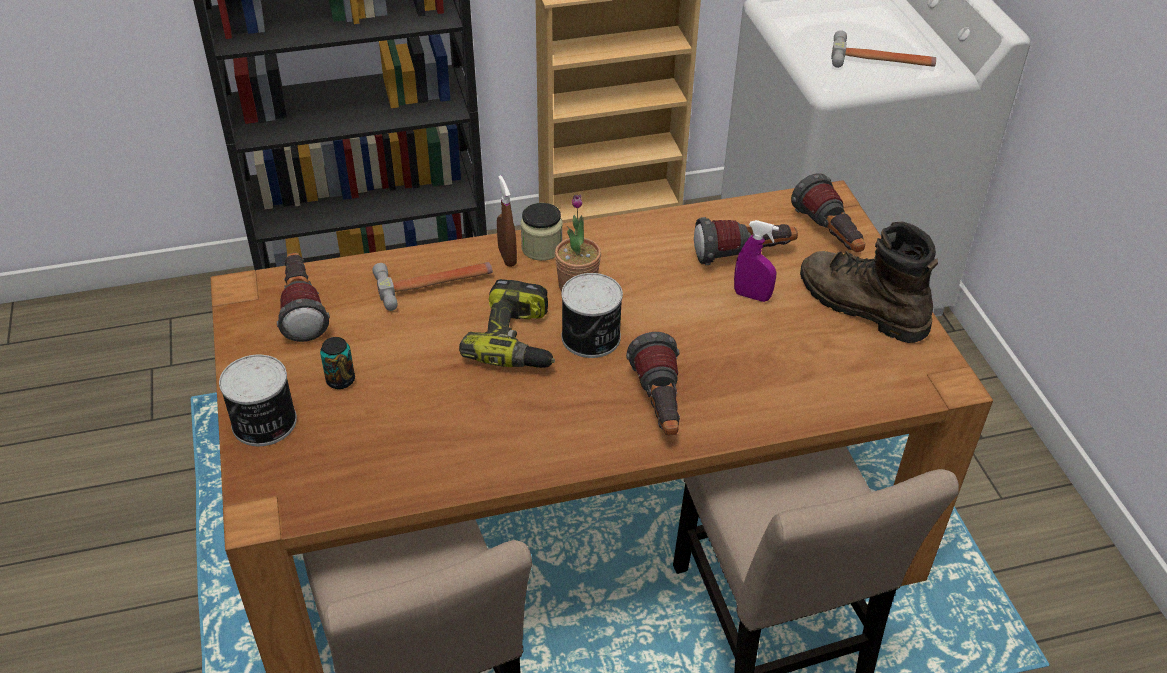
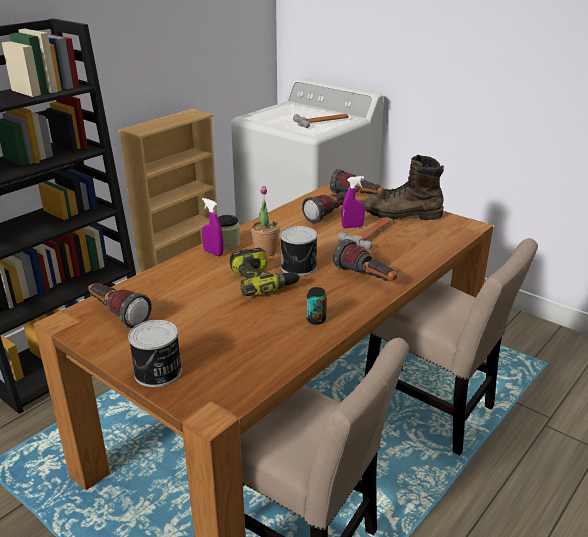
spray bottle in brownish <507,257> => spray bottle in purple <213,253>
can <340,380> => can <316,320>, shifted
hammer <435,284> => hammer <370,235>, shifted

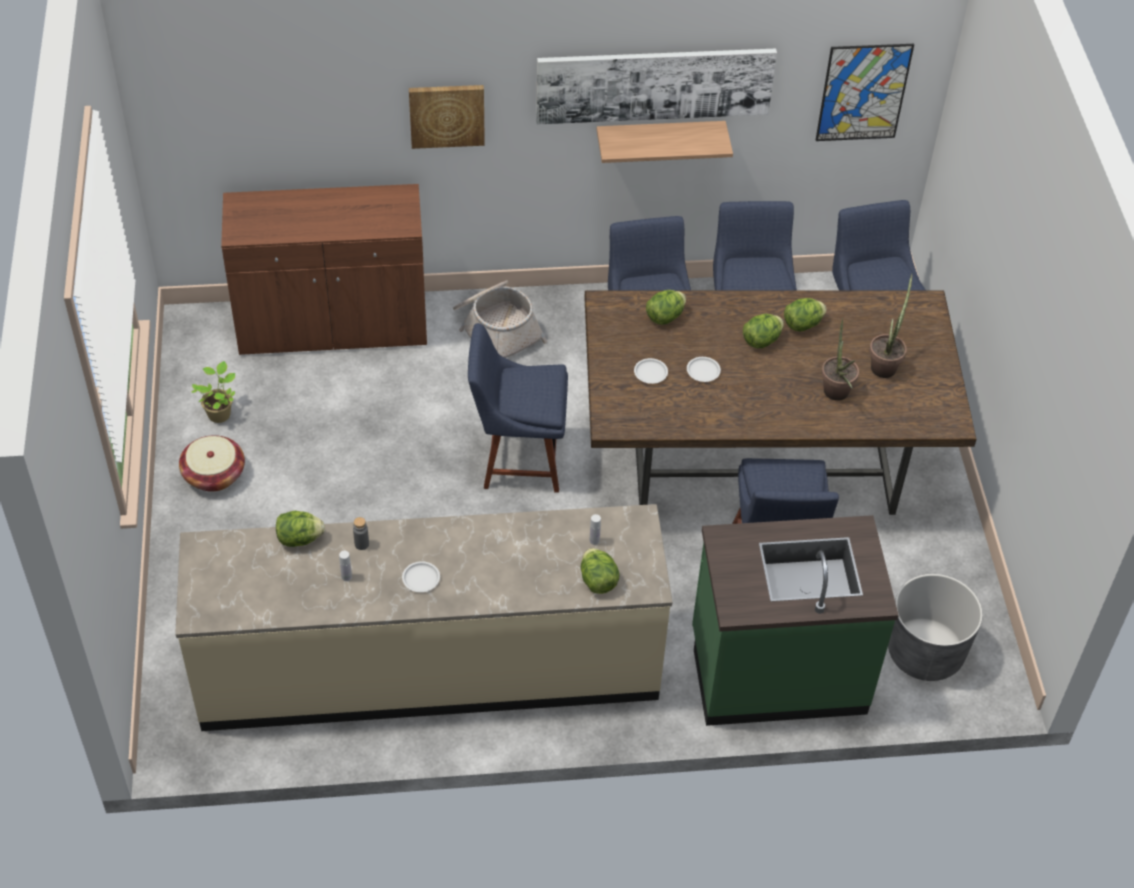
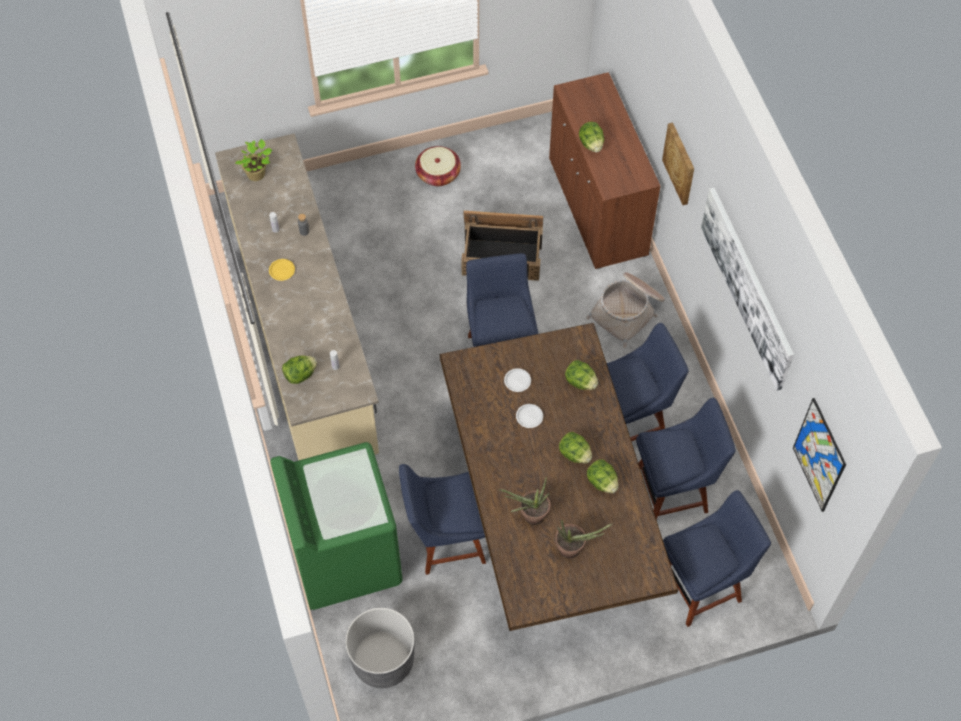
houseplant <220,413> => houseplant <257,174>, shifted
plate in whitish <421,578> => plate in yellow-coloured <282,271>
counter in greenish <777,672> => laundry appliance in greenish <344,556>
nothing => shipping crate <502,252>
lettuce head <299,539> => lettuce head <591,144>, shifted
bracket shelf <659,139> => nothing

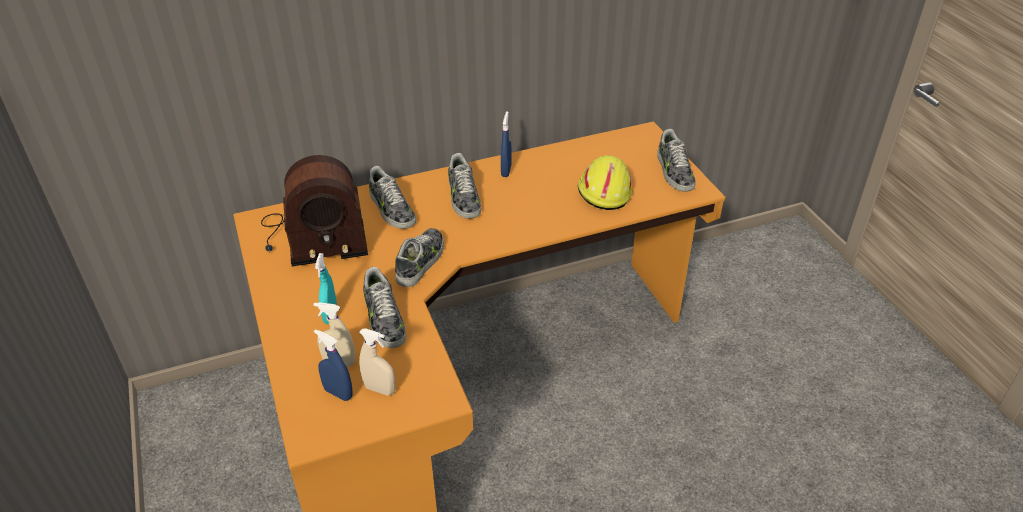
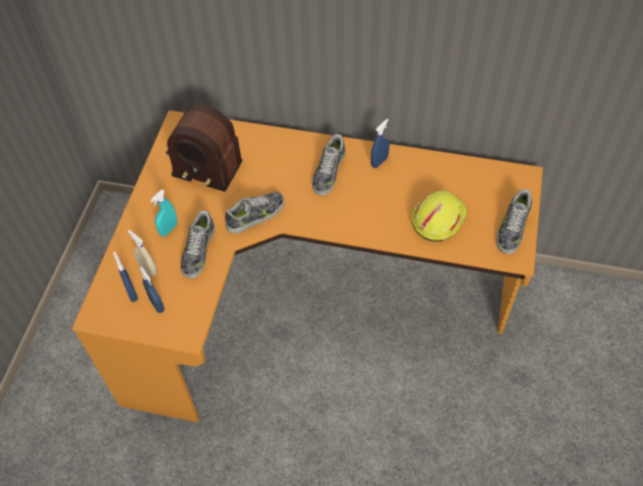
spray bottle in beige <380,389> => spray bottle in blue <157,304>
low shoe <391,209> => nothing

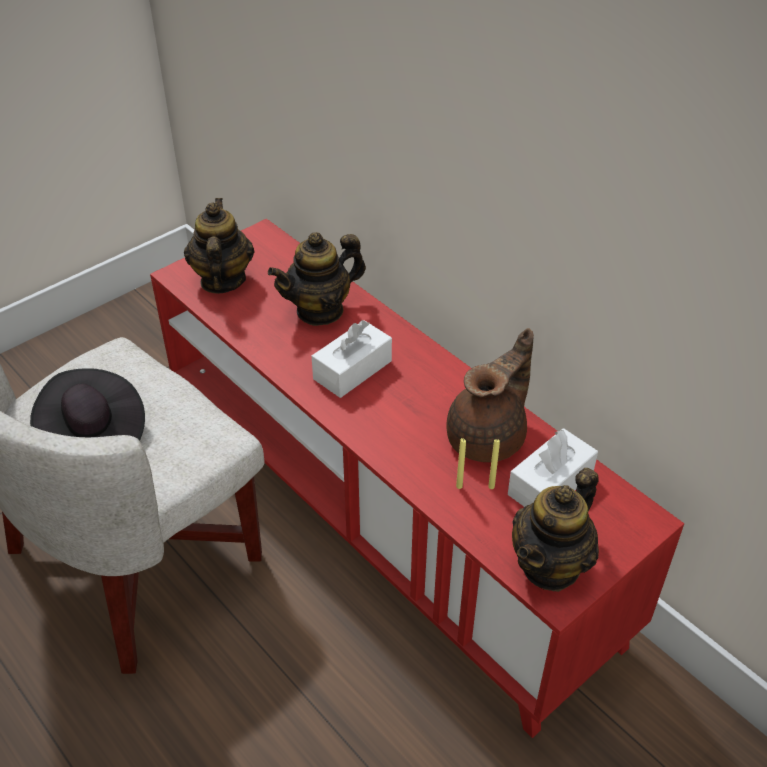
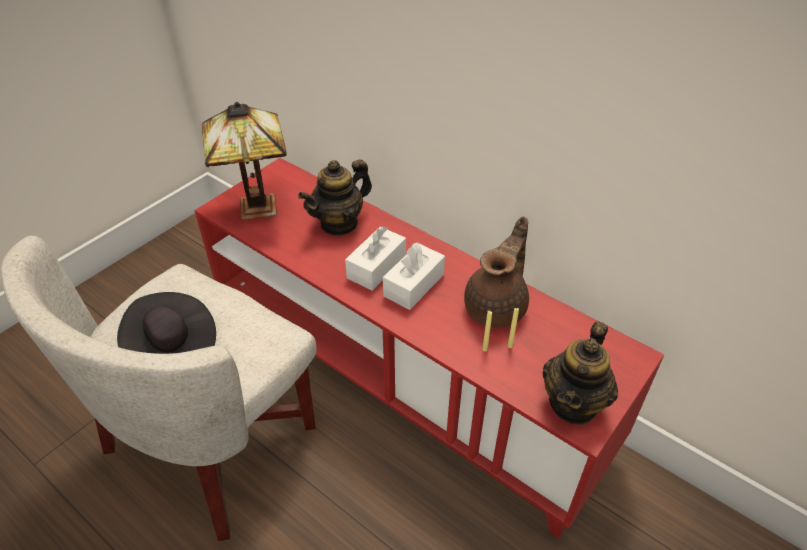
tea pot <222,280> => tabletop lamp <255,209>
tissue holder in whitish <550,484> => tissue holder in whitish <414,285>, shifted

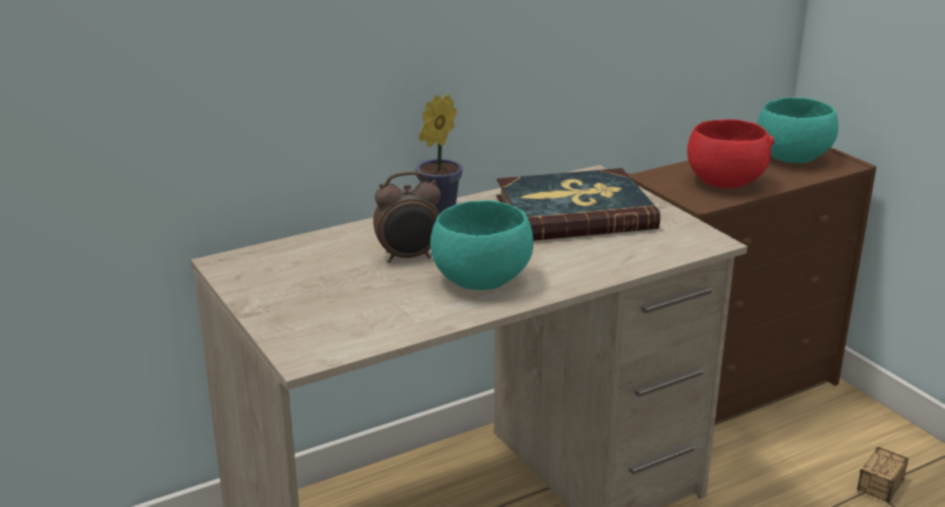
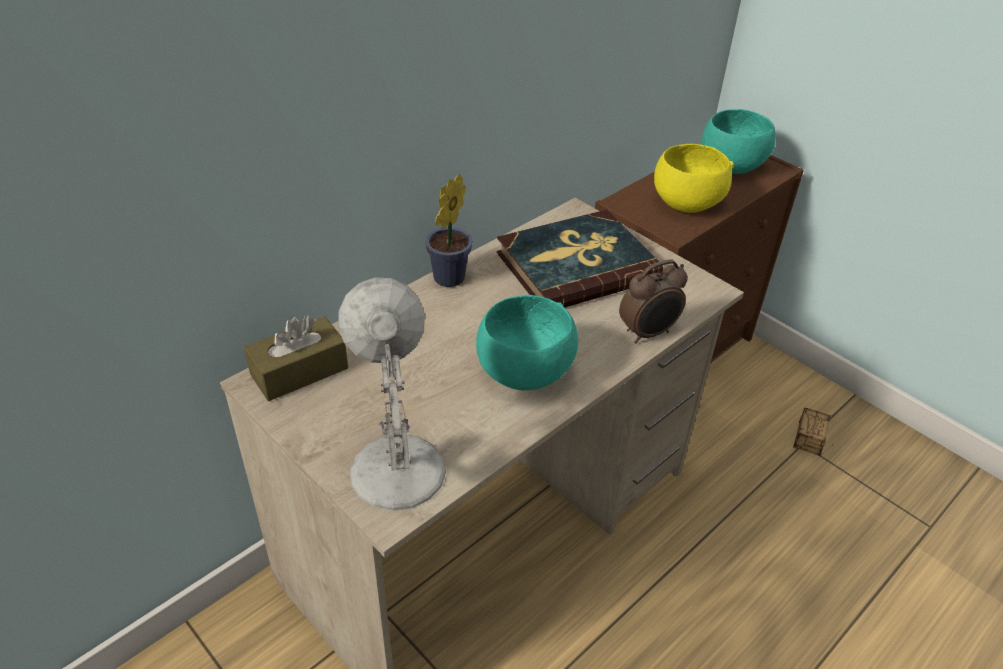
nothing => tissue holder in brownish <299,371>
nothing => tabletop lamp in whitish <396,467>
bedside clock <409,257> => bedside clock <648,333>, shifted
deep dish in red-coloured <723,183> => deep dish in yellow-coloured <685,204>

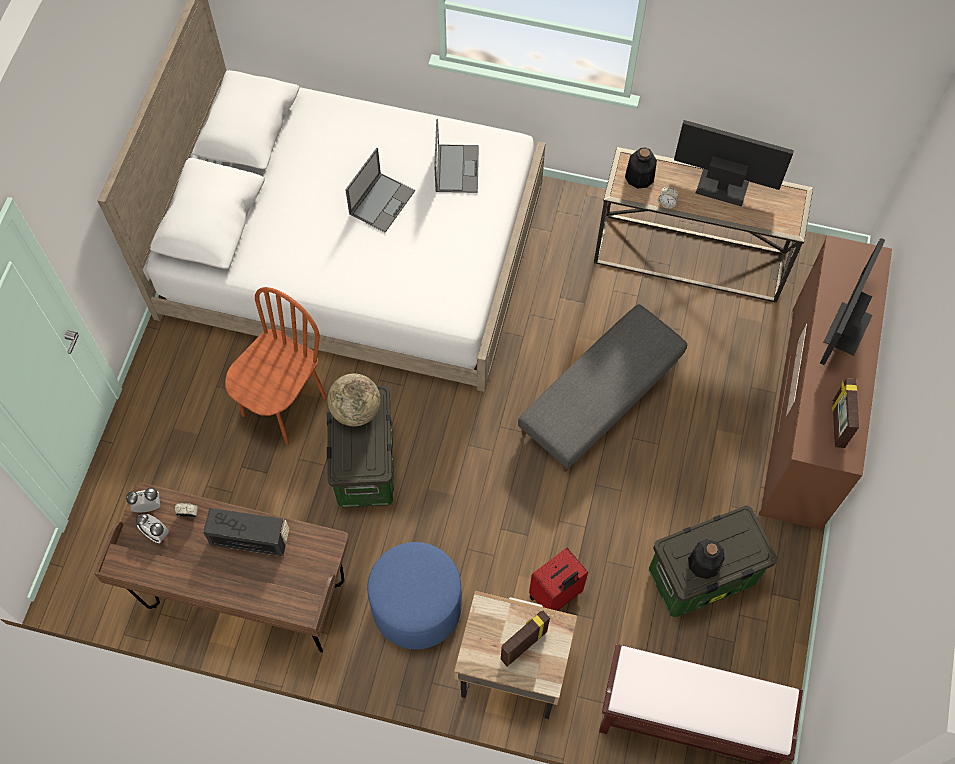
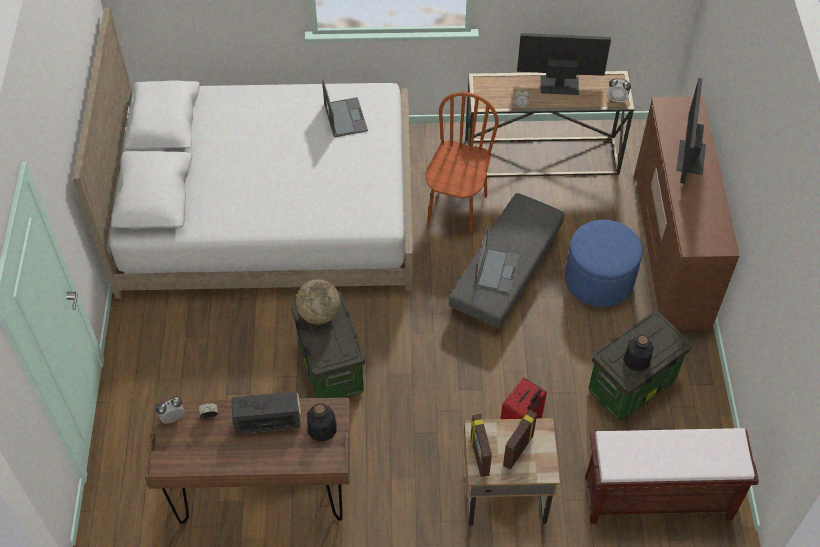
bottle <639,177> => bottle <322,429>, shifted
upright chair in brownish <283,405> => upright chair in brownish <456,209>, shifted
picture frame <837,424> => picture frame <479,456>, shifted
portable computer <382,202> => portable computer <497,270>, shifted
footrest in blue <417,606> => footrest in blue <599,280>, shifted
bedside clock <156,533> => bedside clock <617,99>, shifted

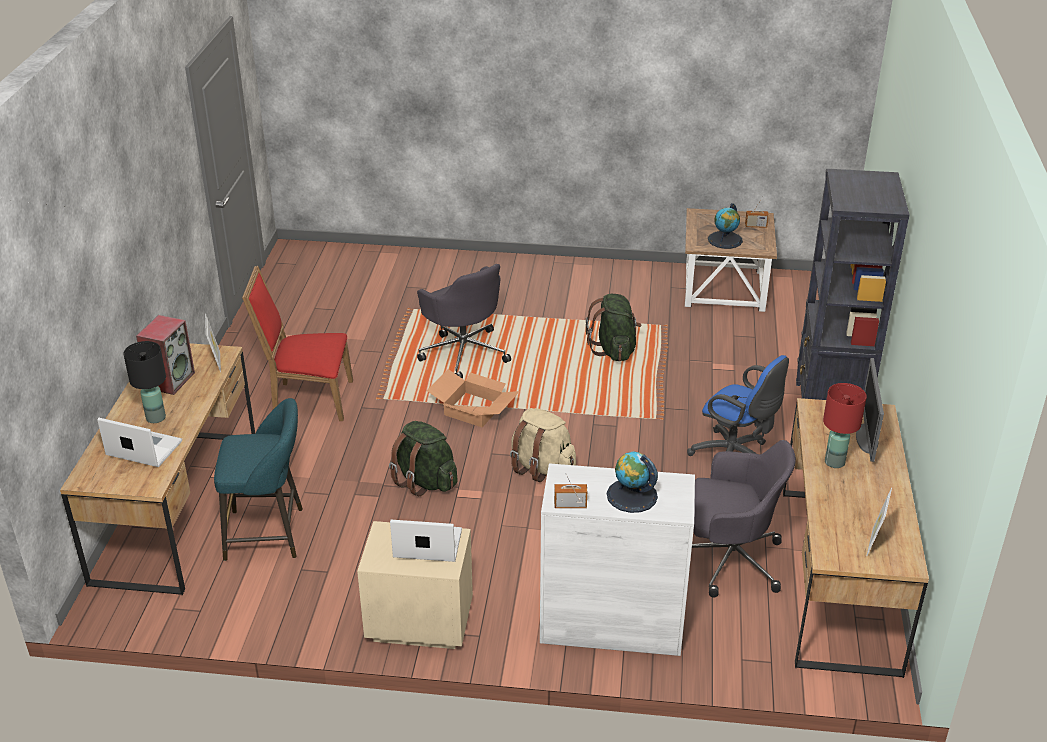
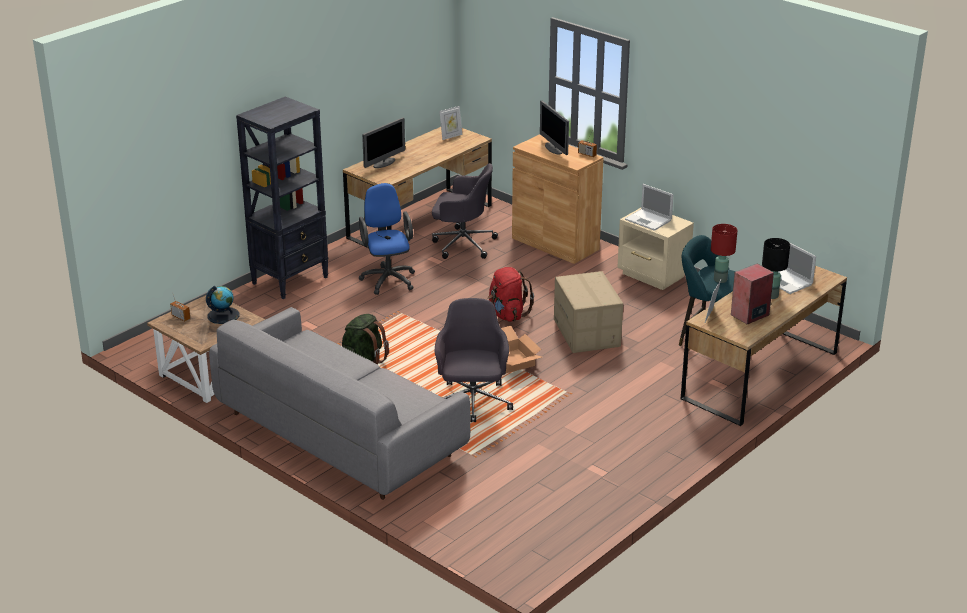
nothing => settee in greyish <341,433>
computer chair in greyish <729,559> => computer chair in greyish <462,244>, 150 degrees clockwise
rucksack in beige <541,467> => rucksack in red-coloured <507,315>
cupboard in whitish <611,624> => cupboard in brownish <555,244>
desk globe <631,496> => monitor <553,149>
rucksack in greenish <425,481> => cardboard box <587,333>
tabletop lamp in red-coloured <834,462> => tabletop lamp in red-coloured <720,279>, shifted
upright chair in red-coloured <308,399> => nothing

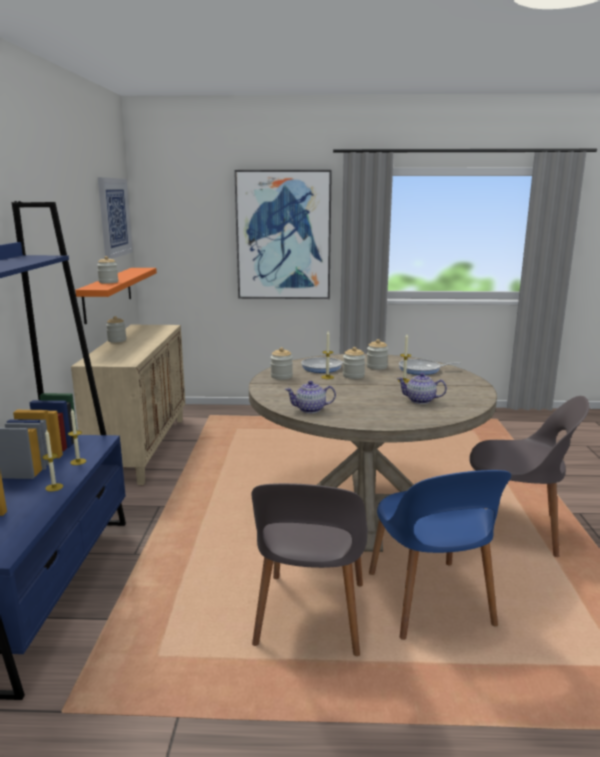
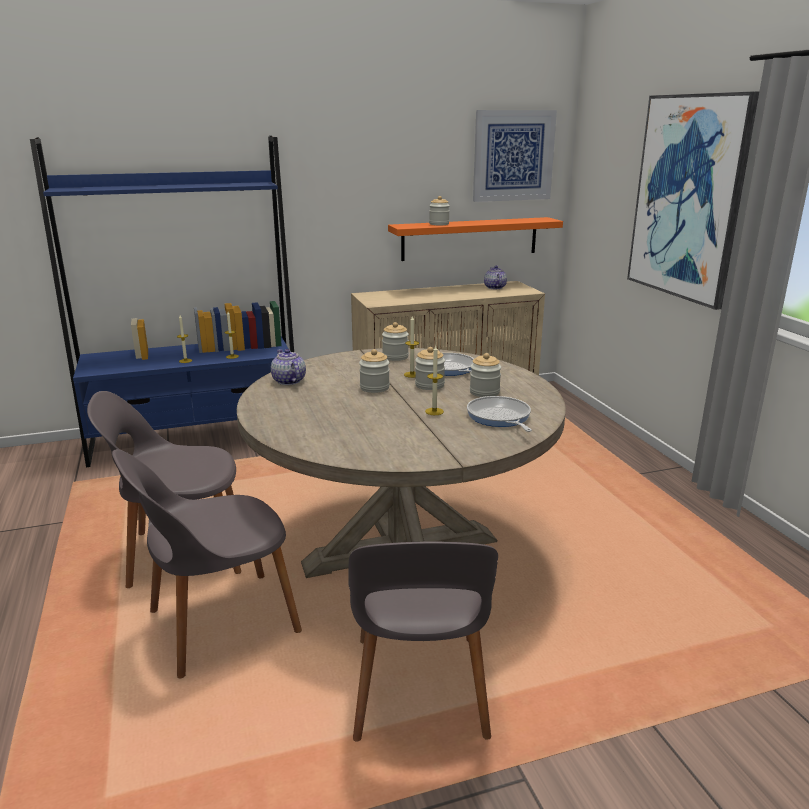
upright chair in blue <430,601> => upright chair in greyish <219,623>
jar <117,340> => jar <374,388>, shifted
tea pot <420,400> => tea pot <494,287>, shifted

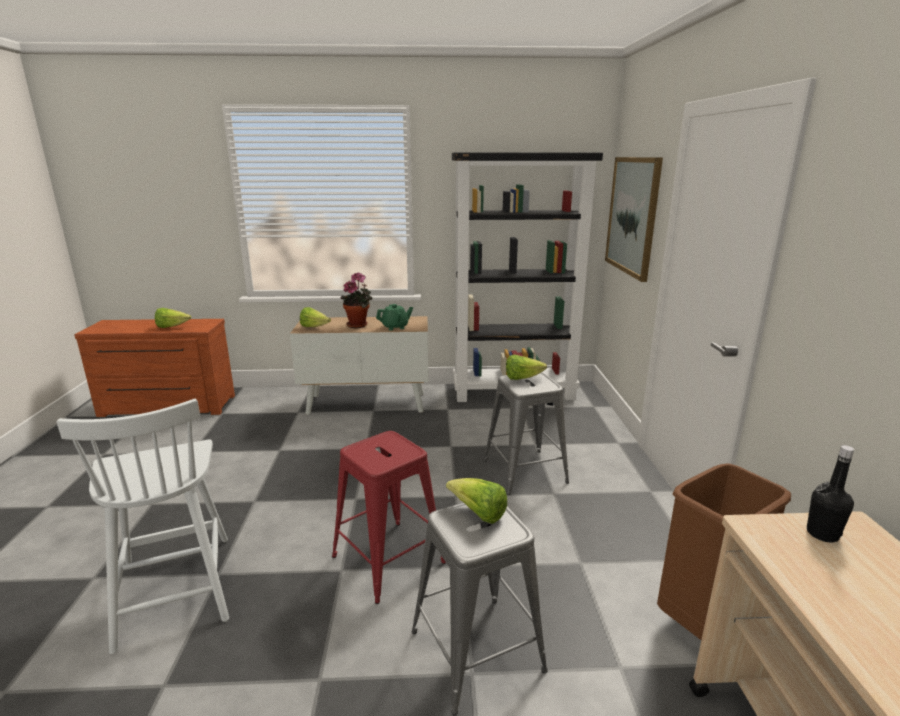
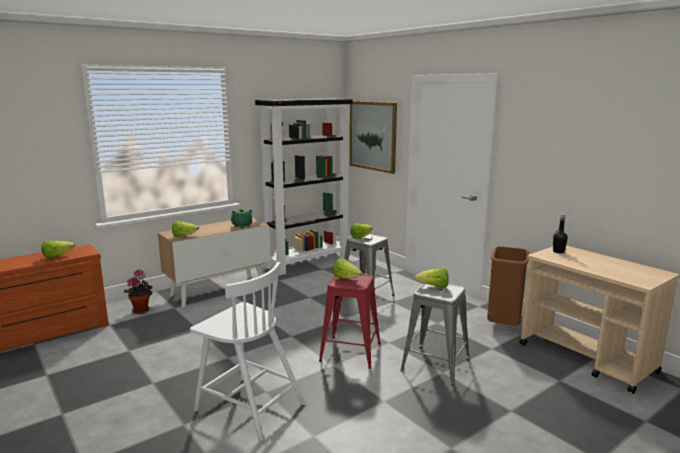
houseplant <359,325> => houseplant <142,310>, shifted
nothing => lettuce head <346,278>

